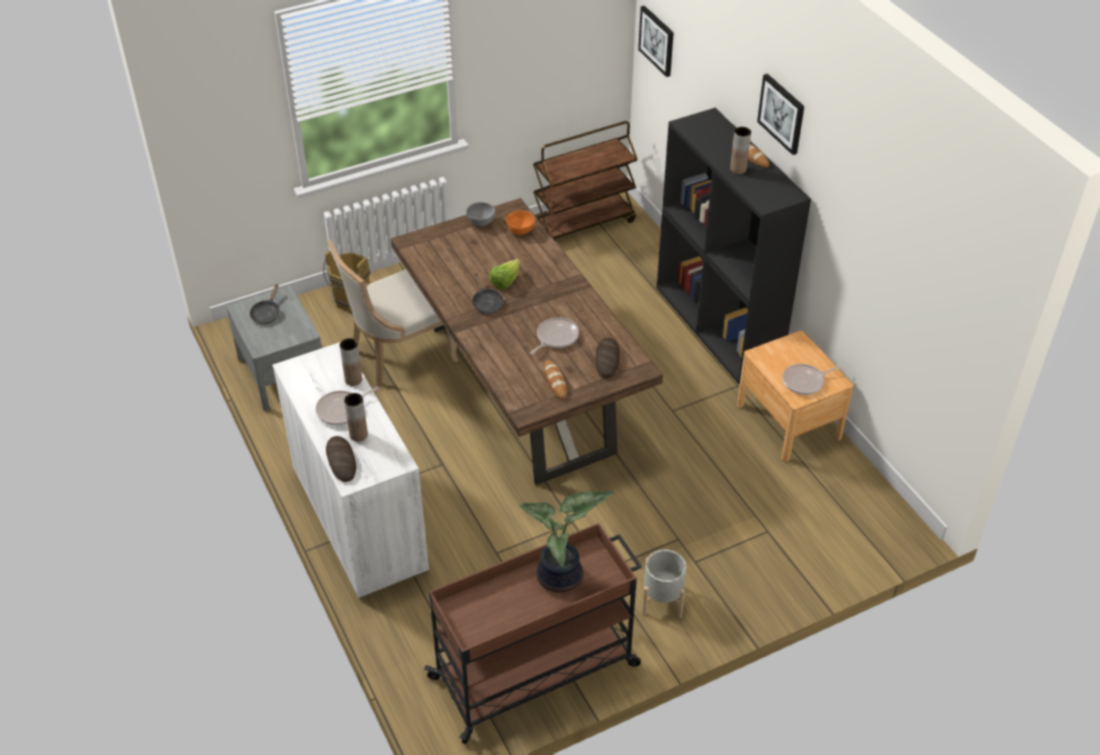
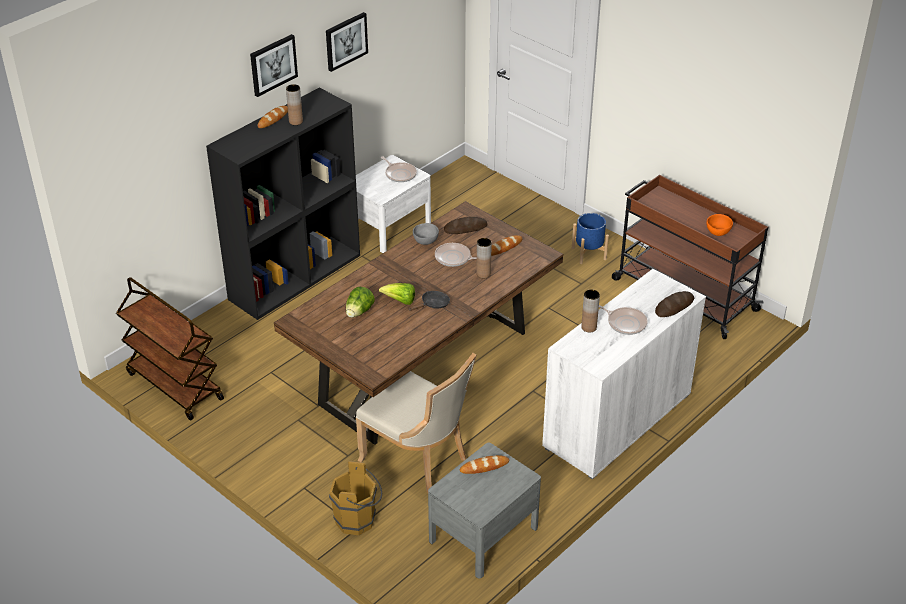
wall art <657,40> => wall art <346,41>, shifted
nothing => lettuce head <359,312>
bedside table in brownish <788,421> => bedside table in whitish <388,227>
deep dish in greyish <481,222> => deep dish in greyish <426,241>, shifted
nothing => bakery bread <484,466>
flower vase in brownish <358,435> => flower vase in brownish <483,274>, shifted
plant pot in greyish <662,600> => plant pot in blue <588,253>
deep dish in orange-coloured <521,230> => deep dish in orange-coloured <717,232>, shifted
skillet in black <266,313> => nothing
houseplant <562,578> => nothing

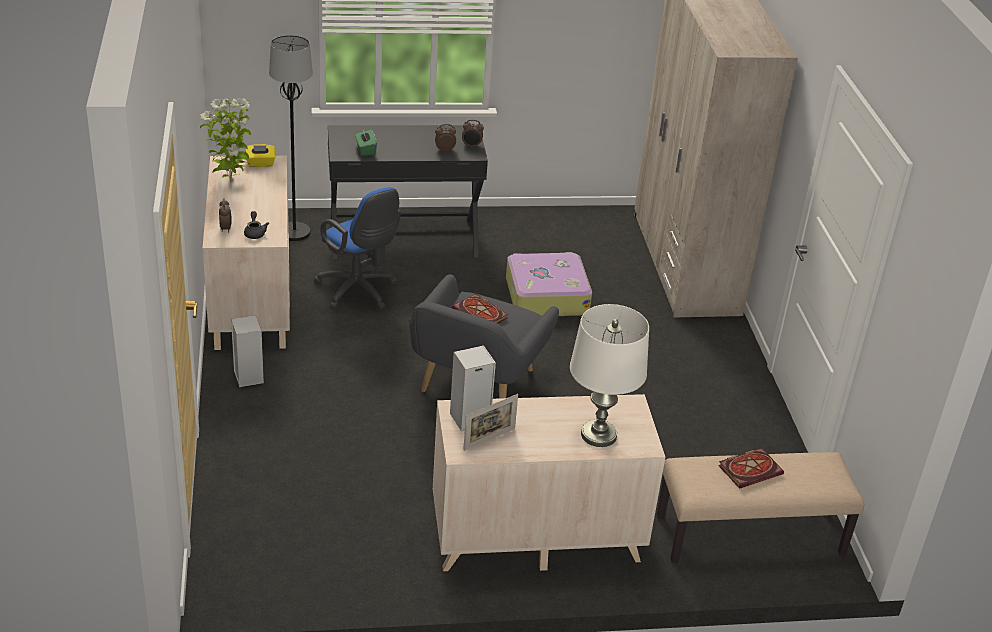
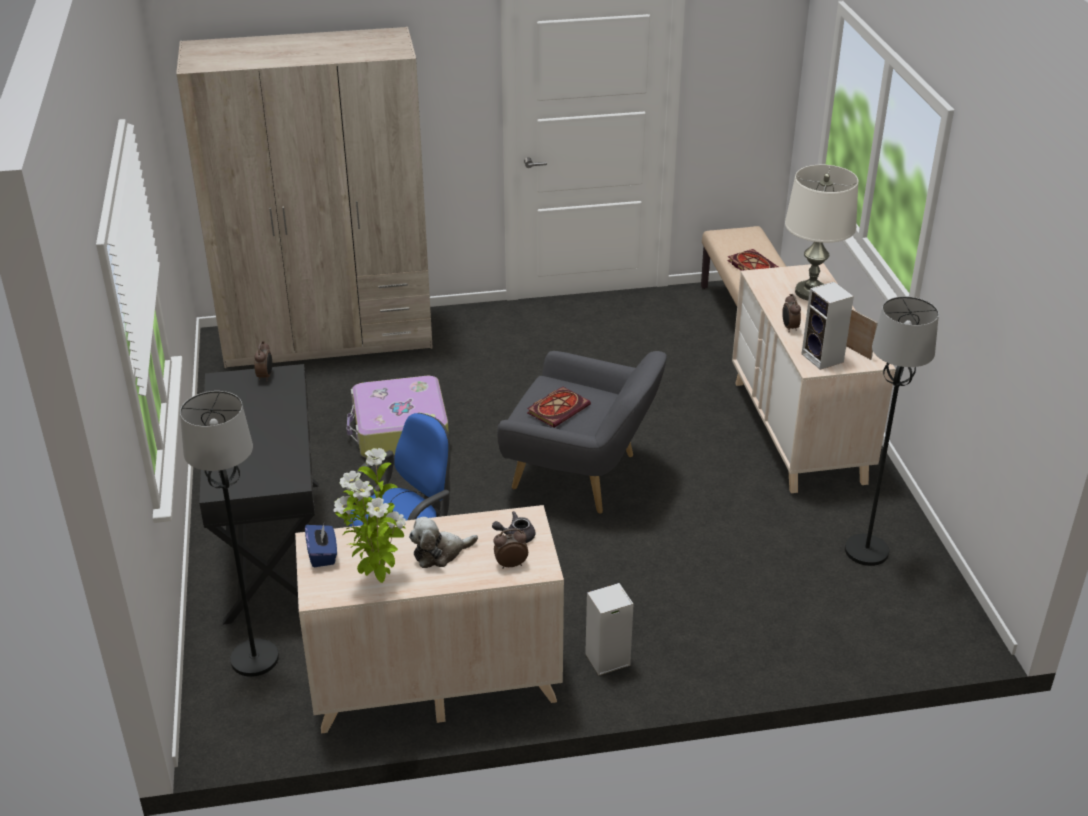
tissue holder in yellow-coloured <260,163> => tissue holder in blue <322,555>
nothing => plush toy <440,553>
bedside clock <444,150> => bedside clock <789,328>, shifted
nothing => standing lamp in black <866,551>
tissue holder in greenish <365,150> => nothing

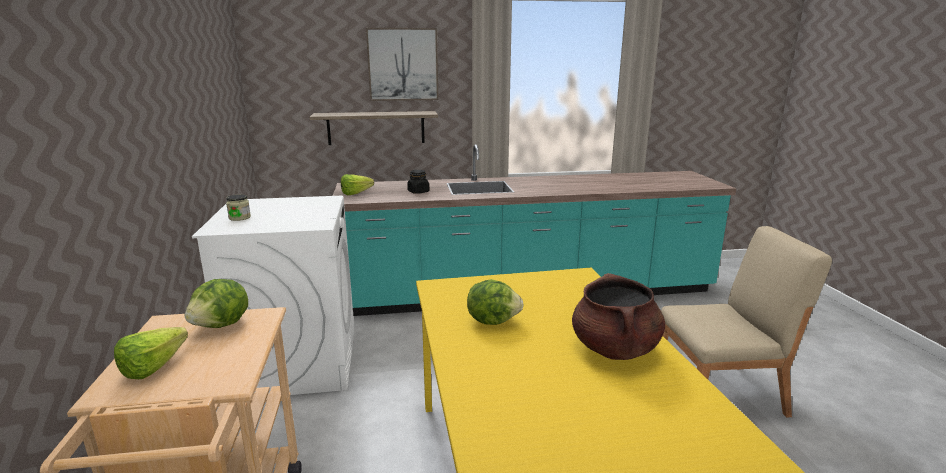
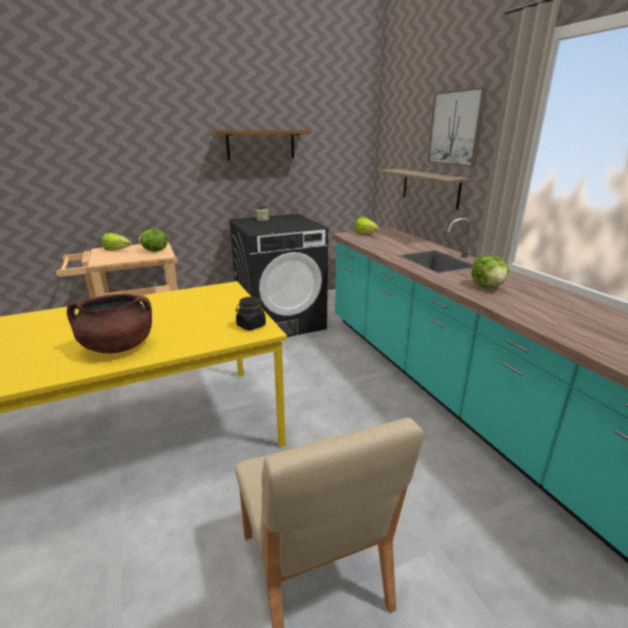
nothing => bracket shelf <261,144>
laundry appliance in whitish <297,361> => laundry appliance in black <281,322>
jar in black <418,192> => jar in black <251,325>, shifted
lettuce head <492,320> => lettuce head <488,286>, shifted

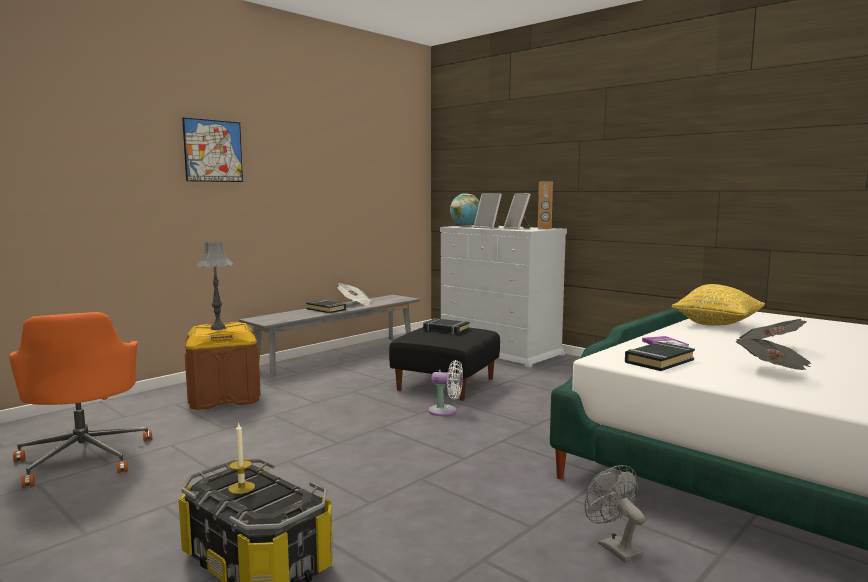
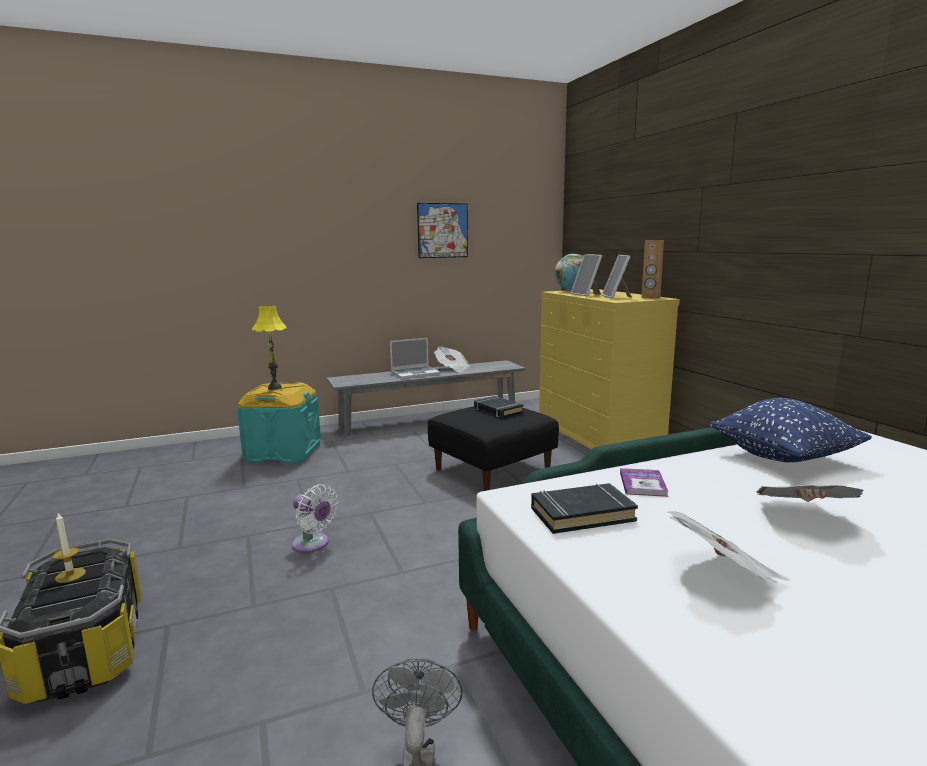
storage box in brownish <223,397> => storage box in turquoise-coloured <283,452>
tabletop lamp in greyish <218,328> => tabletop lamp in yellow-coloured <275,388>
electric fan in whitish <446,411> => electric fan in whitish <313,545>, shifted
book in black <326,309> => portable computer <415,373>
wall art <213,151> => wall art <442,230>, shifted
chest of drawers in whitish <500,351> => chest of drawers in yellow-coloured <599,435>
cushion in yellow-coloured <717,324> => cushion in blue <784,458>
computer chair in orange-coloured <84,457> => nothing

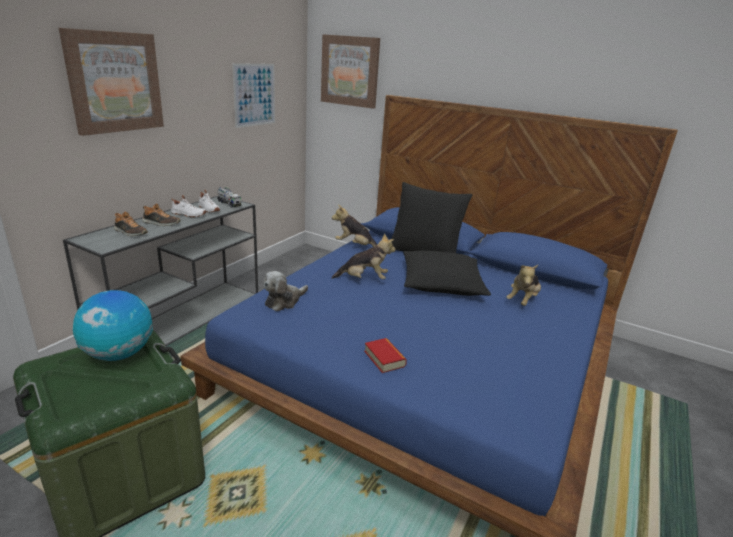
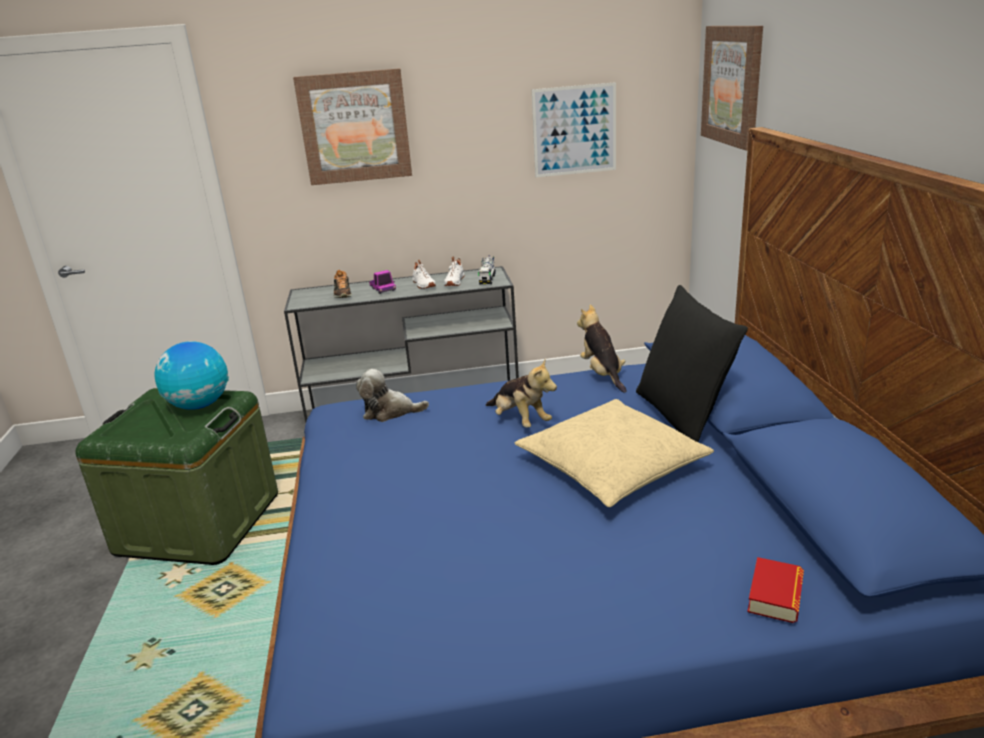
low shoe <161,223> => toy lorry <383,289>
cushion in black <441,283> => cushion in beige <612,466>
book <384,359> => book <775,596>, shifted
plush toy <522,300> => nothing

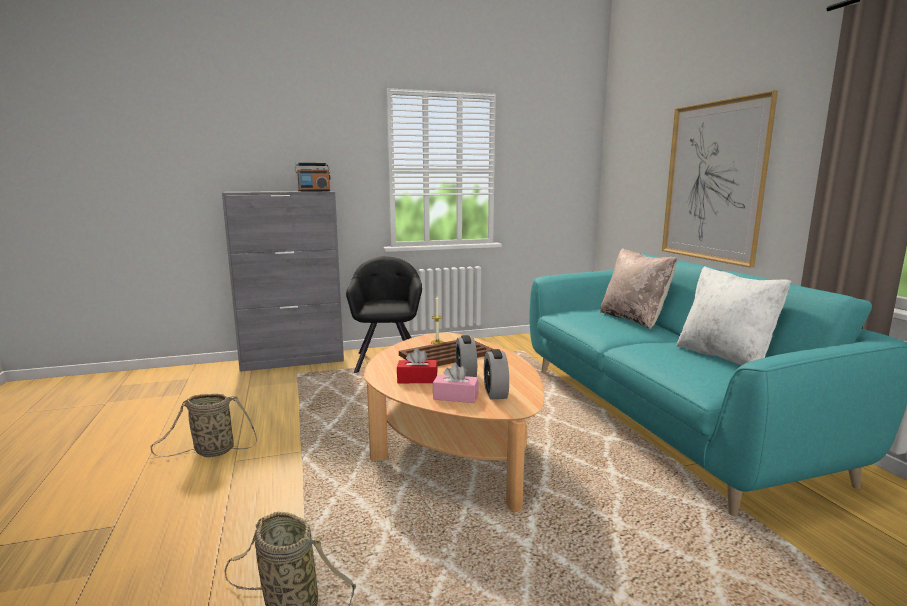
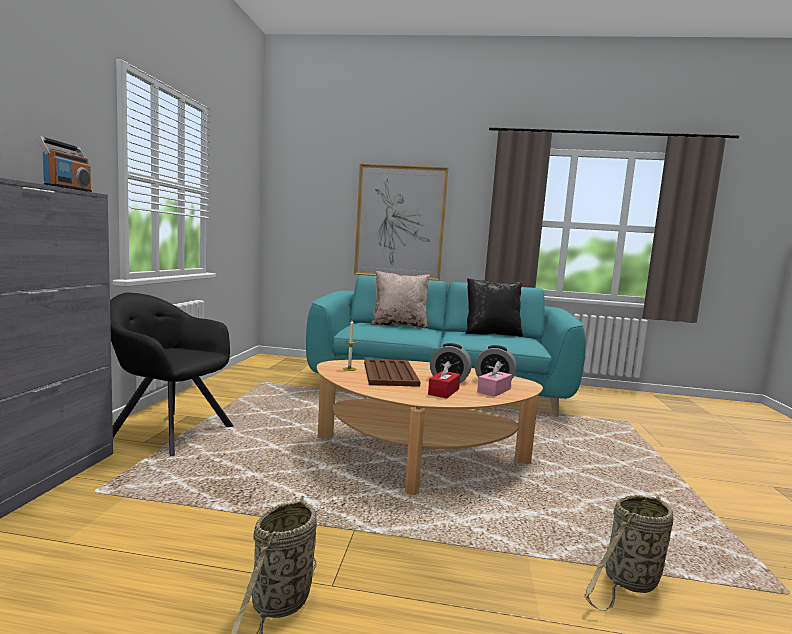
cushion in whitish <725,356> => cushion in black <491,334>

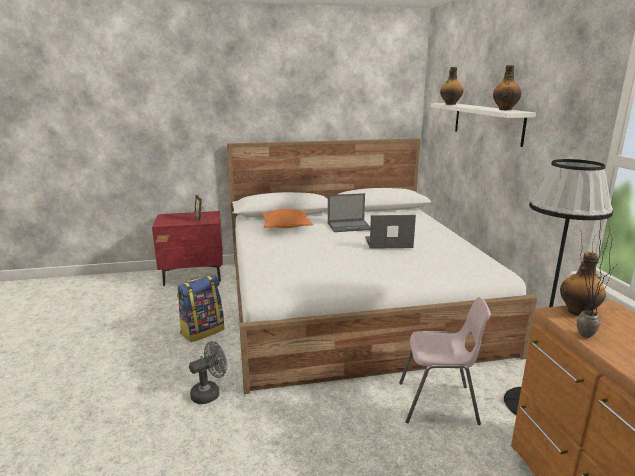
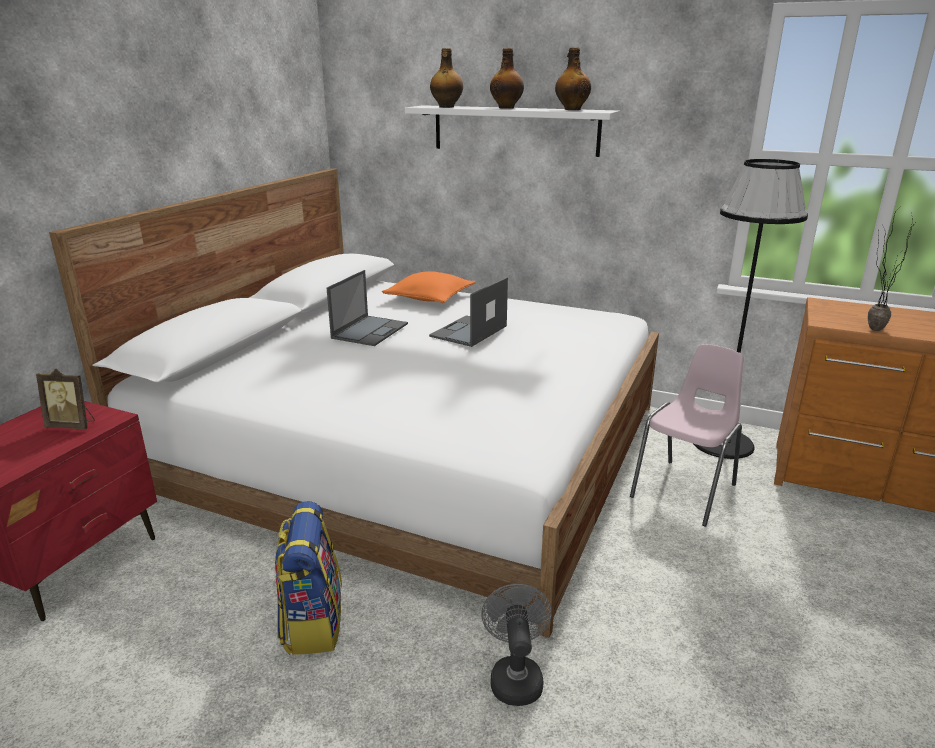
cushion in orange-coloured <286,226> => cushion in orange-coloured <430,297>, shifted
bottle <578,312> => bottle <506,108>, shifted

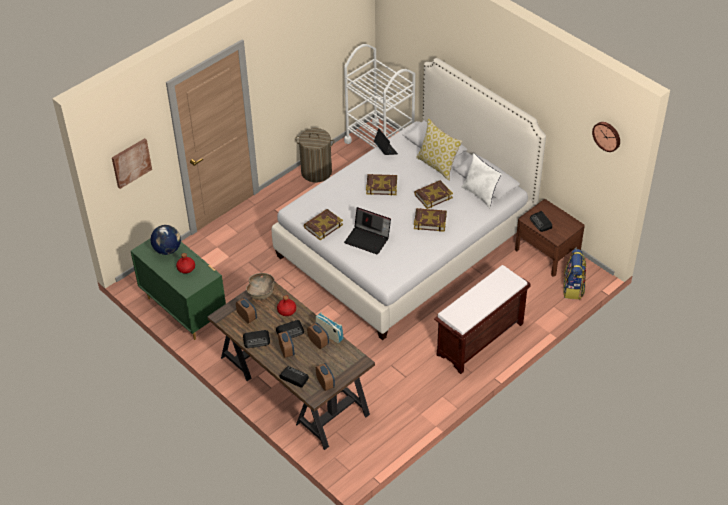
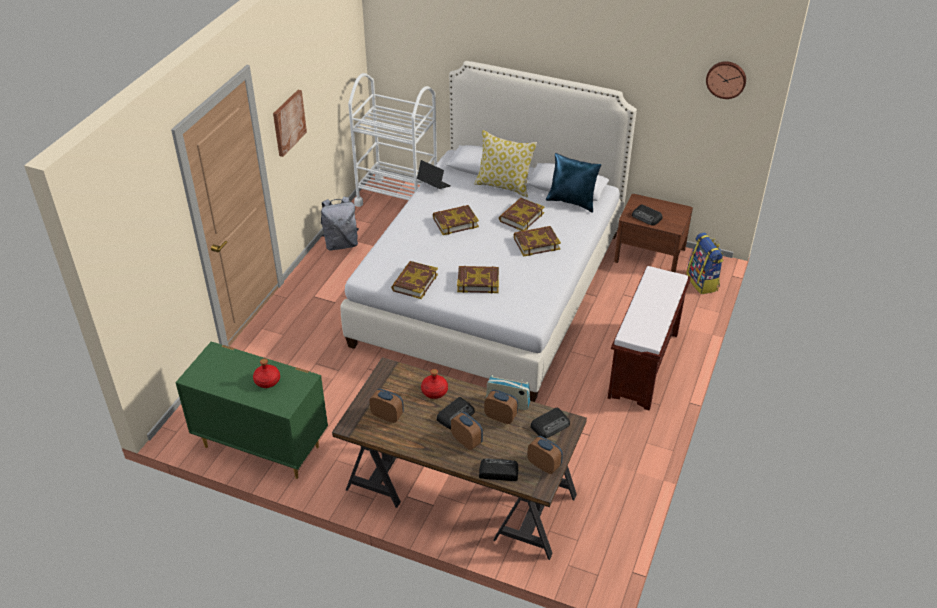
wall art <131,162> => wall art <288,122>, shifted
laundry basket <316,172> => rucksack in greyish <341,244>
portable computer <368,239> => book <478,282>
radio <257,340> => radio <550,425>, shifted
cushion in whitish <480,194> => cushion in blue <572,202>
desk globe <167,249> => nothing
deep dish in brownish <261,293> => nothing

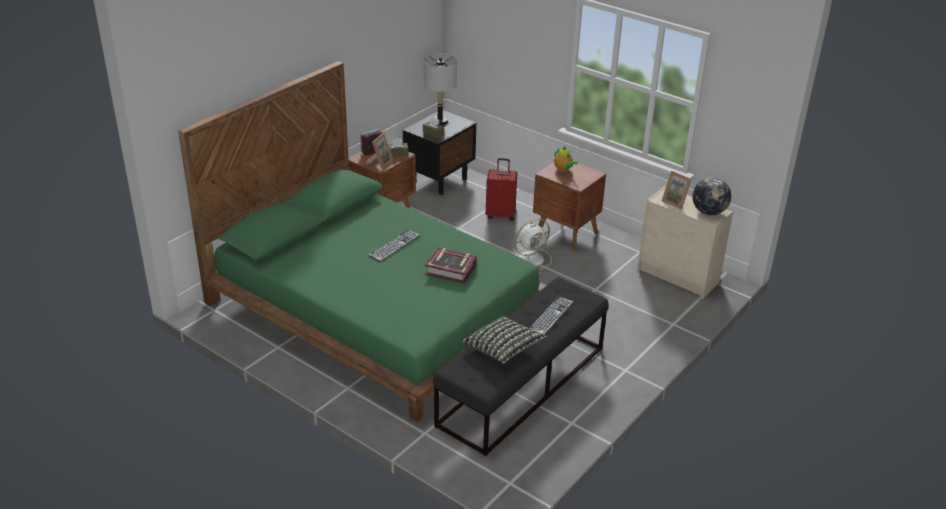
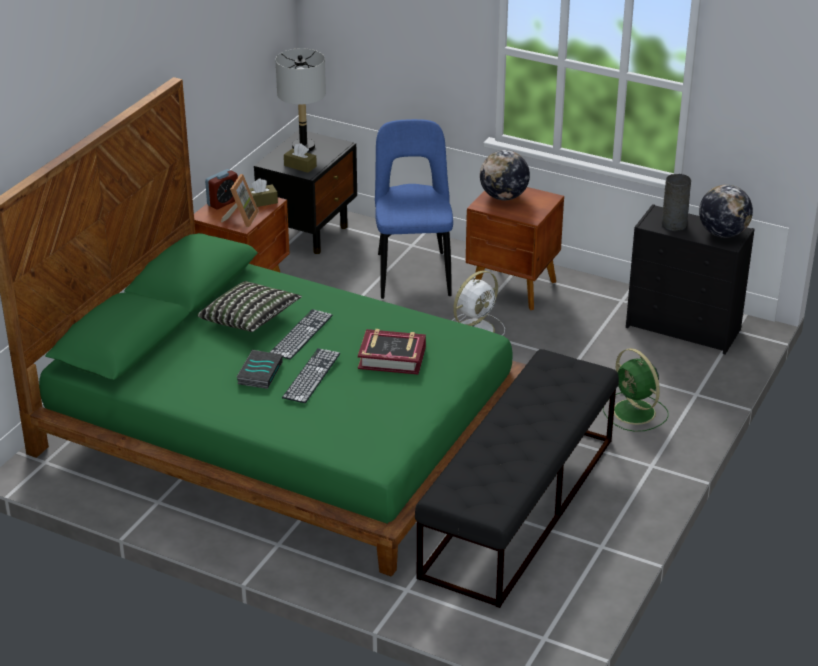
cushion <503,349> => cushion <250,320>, shifted
nothing => book <259,372>
keyboard <551,316> => keyboard <311,375>, shifted
piece of luggage in red-coloured <501,215> => upright chair in blue <413,272>
tea pot <563,169> => desk globe <503,197>
nothing => electric fan in greenish <635,413>
chest of drawers in beige <678,277> => chest of drawers in black <684,328>
picture frame <676,202> => flower vase in greyish <674,225>

